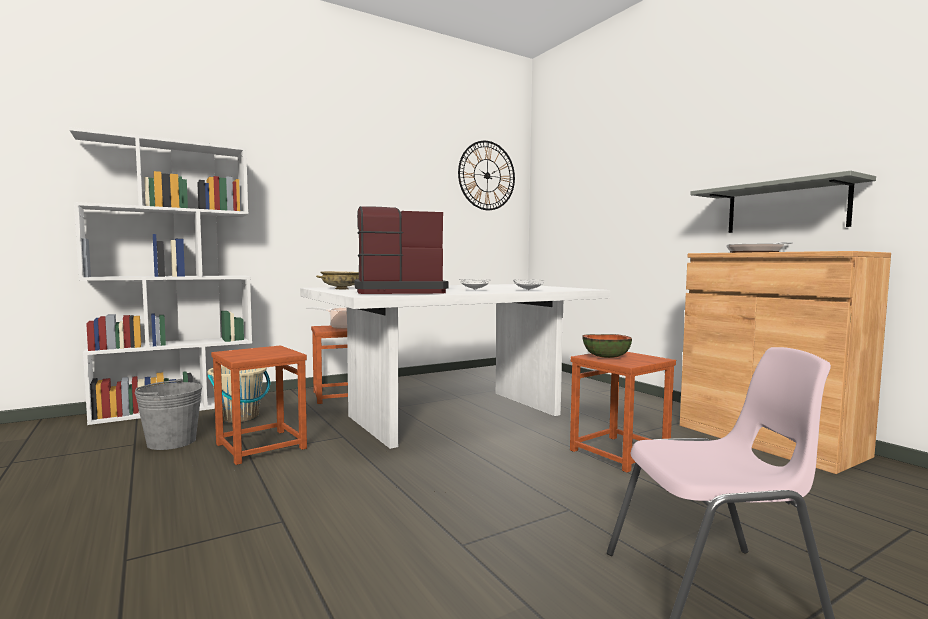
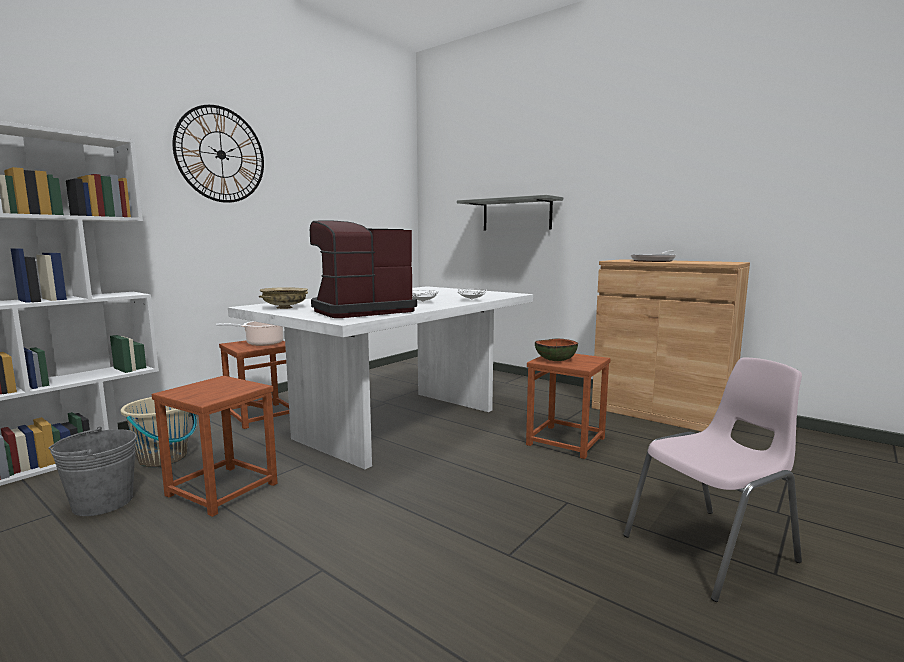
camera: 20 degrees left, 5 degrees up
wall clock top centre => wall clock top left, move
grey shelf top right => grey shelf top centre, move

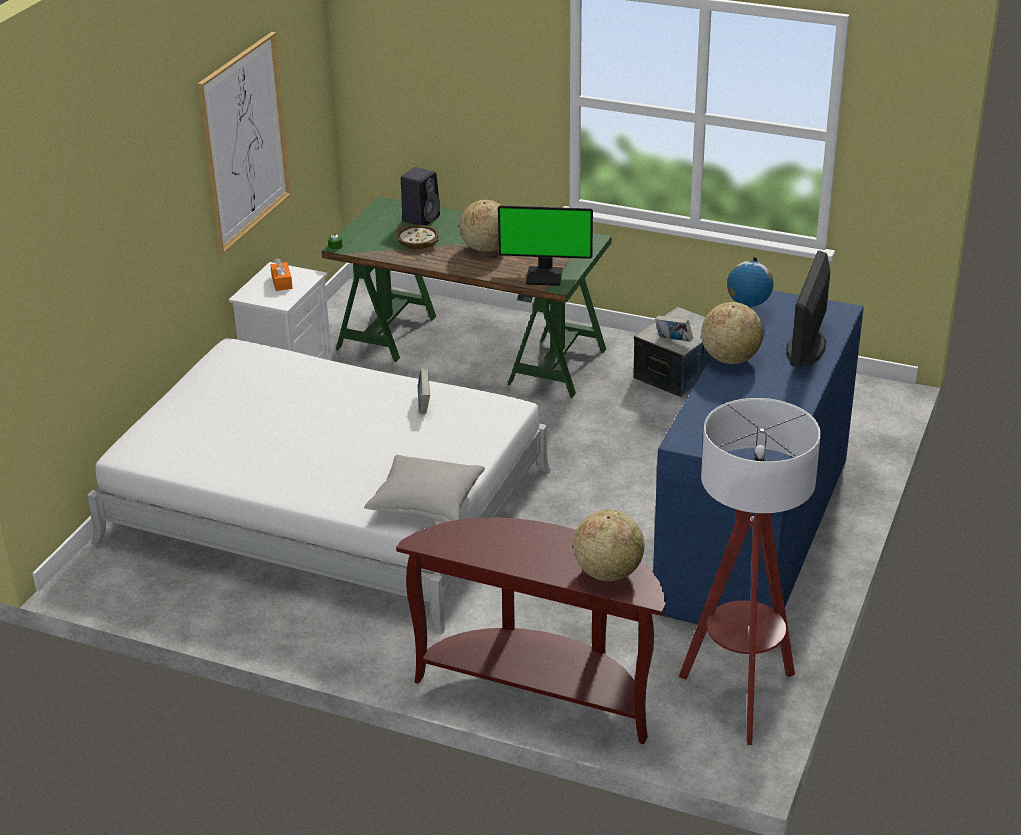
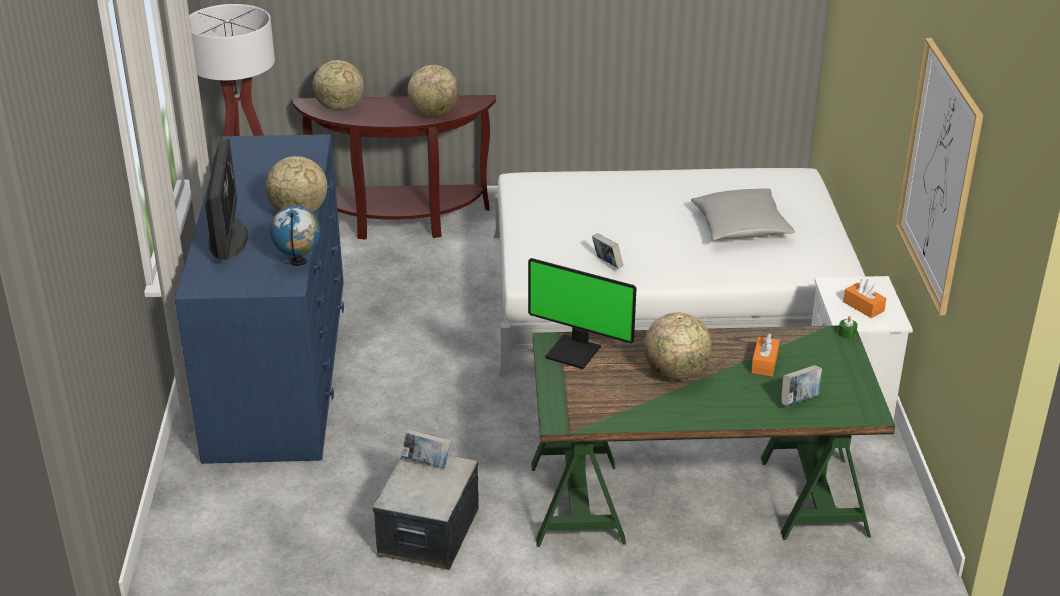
camera: 155 degrees right, 0 degrees up
nothing => globe (4th from left) top centre
grey pillow centre => grey pillow middle right, move
bowl top centre => orange tissue box (1st from left) middle right
black speaker top centre => book (3rd from left) middle right
monitor (1st from left in the first image) top centre => monitor (2nd from left) centre, 135 degrees counterclockwise

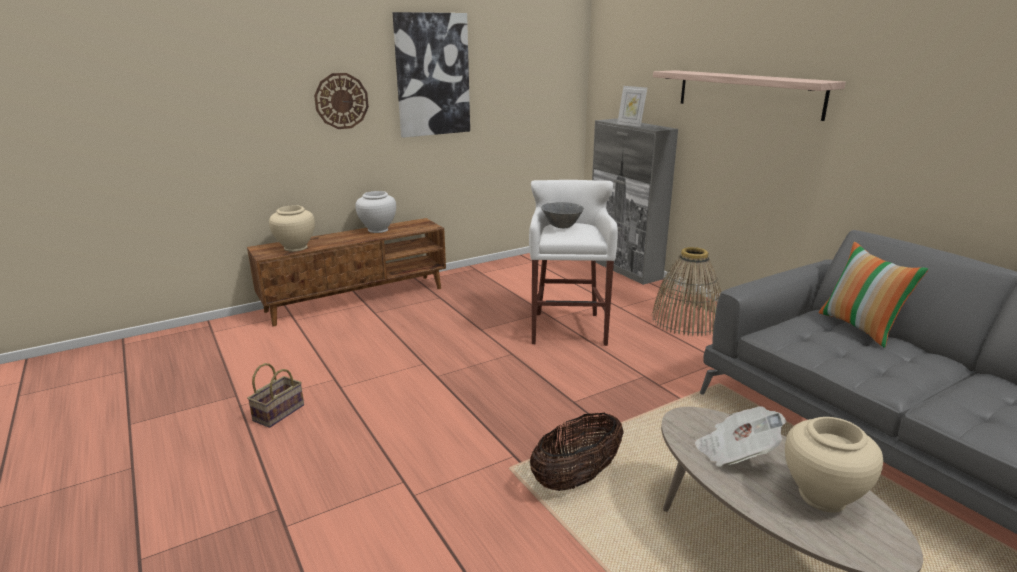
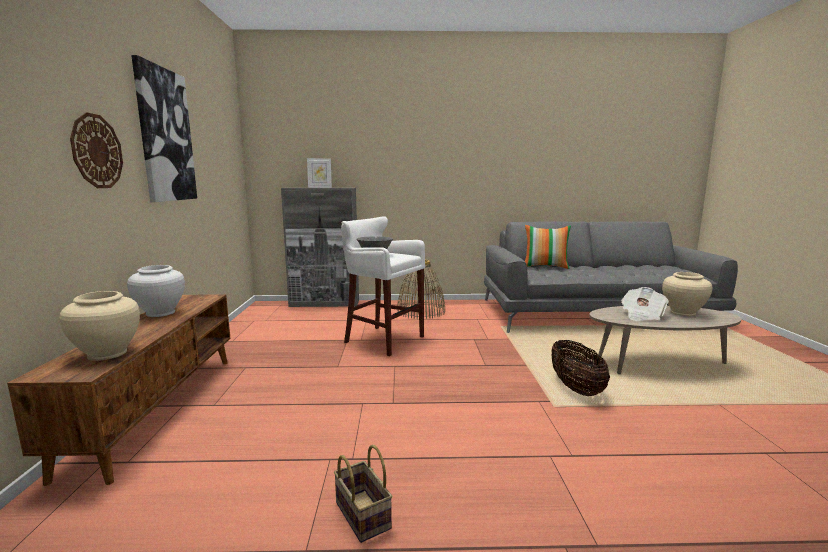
camera: 60 degrees left, 10 degrees down
shelf top right => nothing

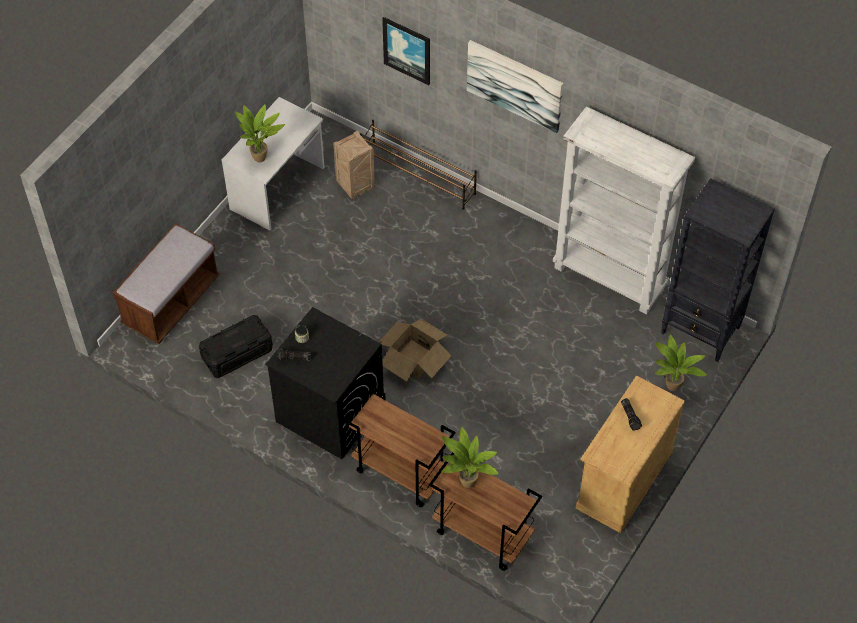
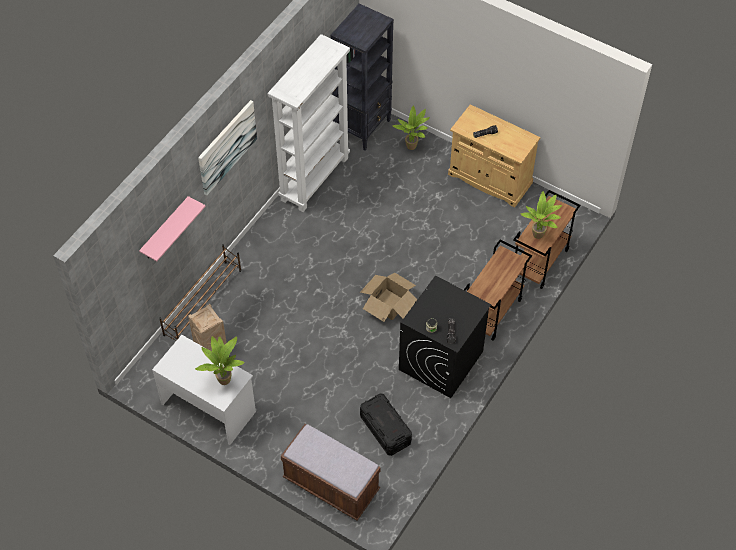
camera: 90 degrees left, 0 degrees up
picture (1st from left) top centre => pink shelf middle left

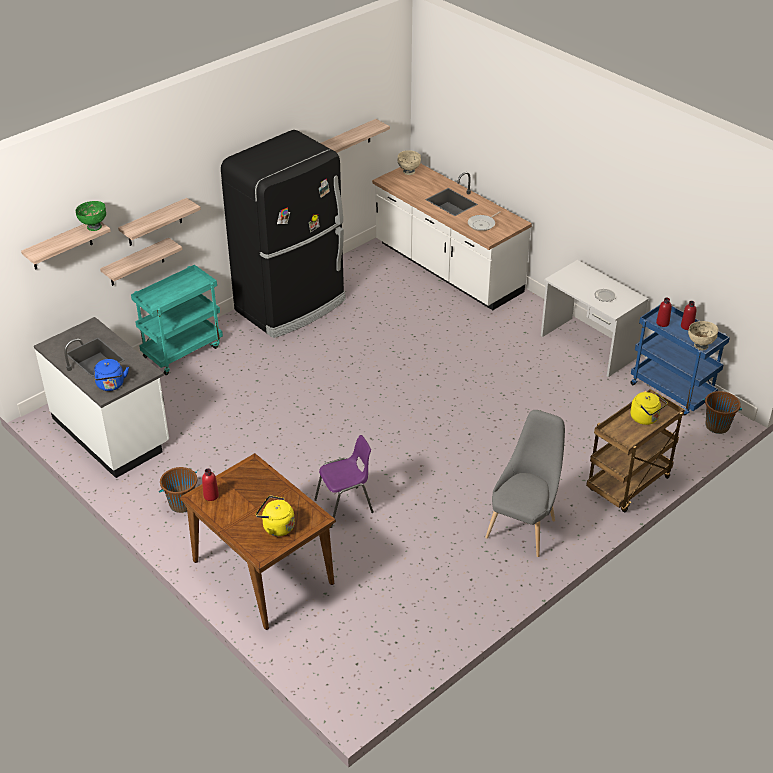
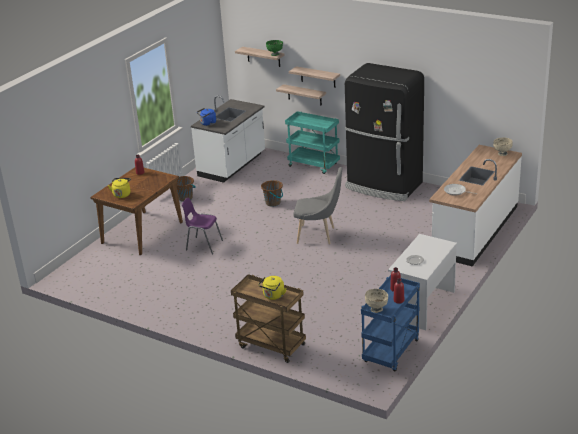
camera: 75 degrees right, 10 degrees down
shelf (4th from left) top centre => nothing
grey chair middle right => grey chair centre, move
brown bucket (2nd from left) middle right => brown bucket (2nd from left) centre, move
purple chair centre, 150 degrees clockwise

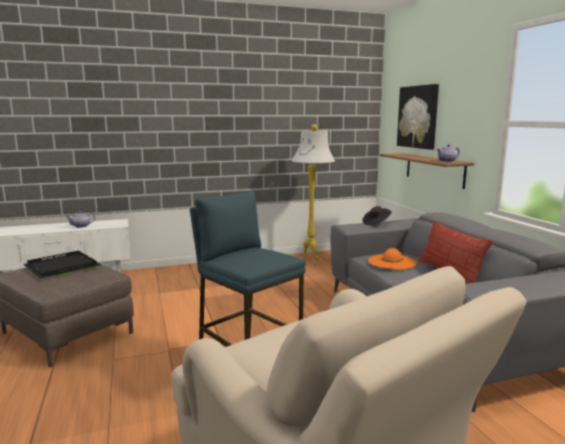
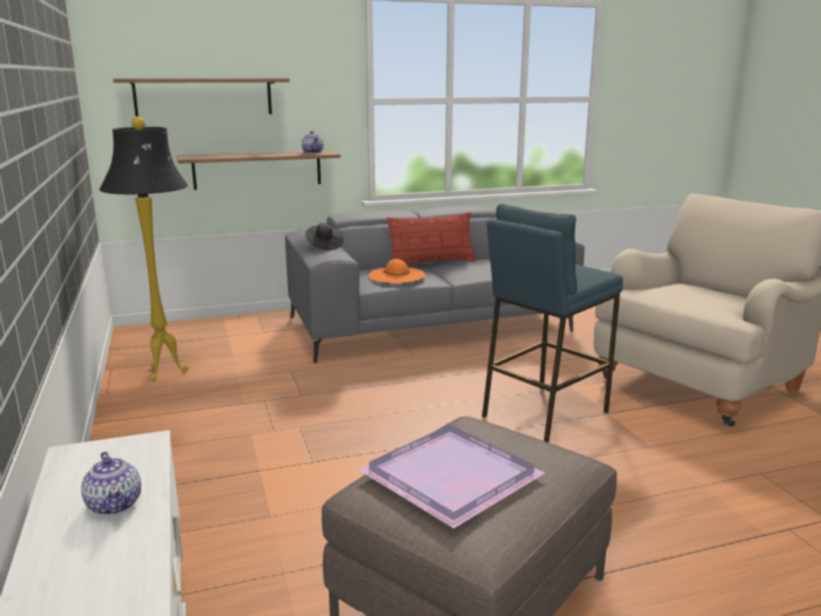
camera: 90 degrees left, 5 degrees up
picture top right => shelf (1st from left) top left
black tray middle left => purple tray bottom centre
white floor lamp centre => black floor lamp middle left

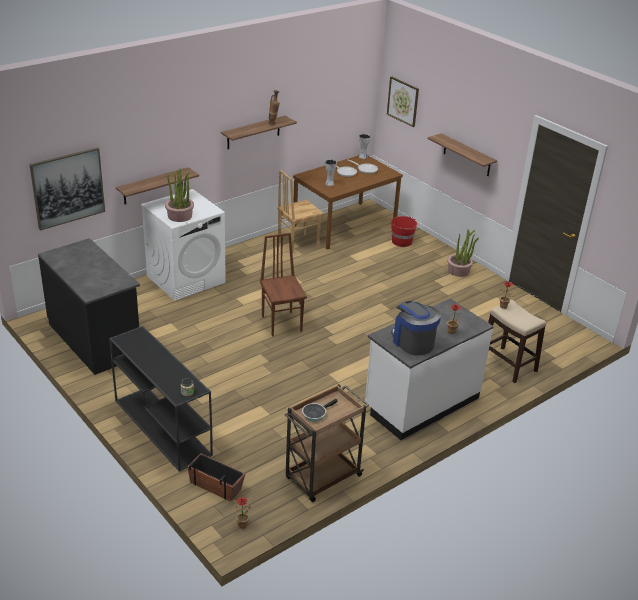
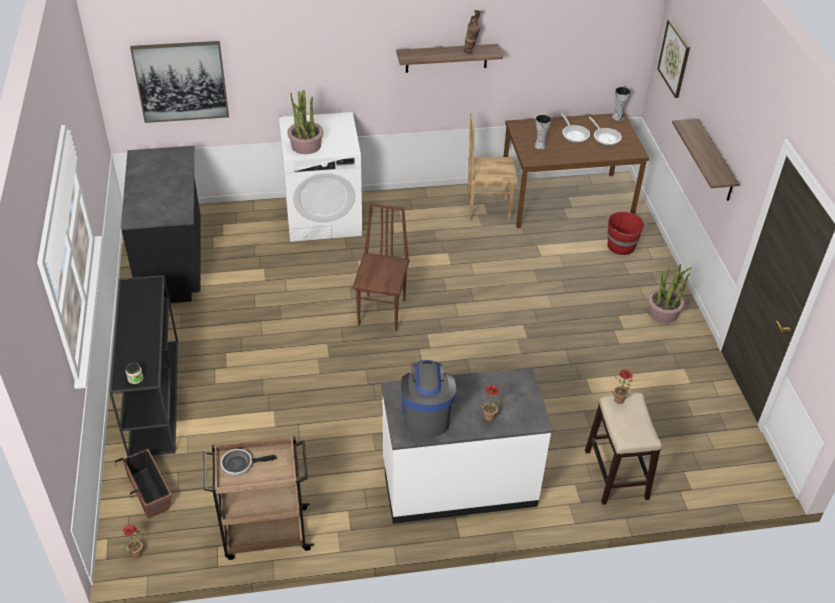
camera: 30 degrees right, 10 degrees up
shelf (1st from left) top left => nothing

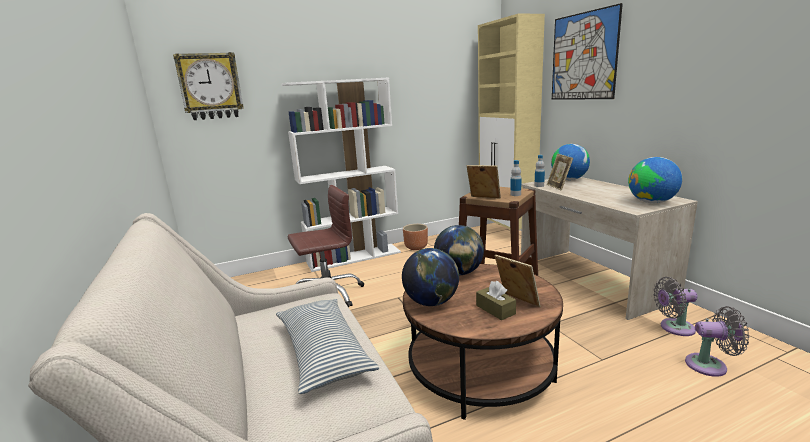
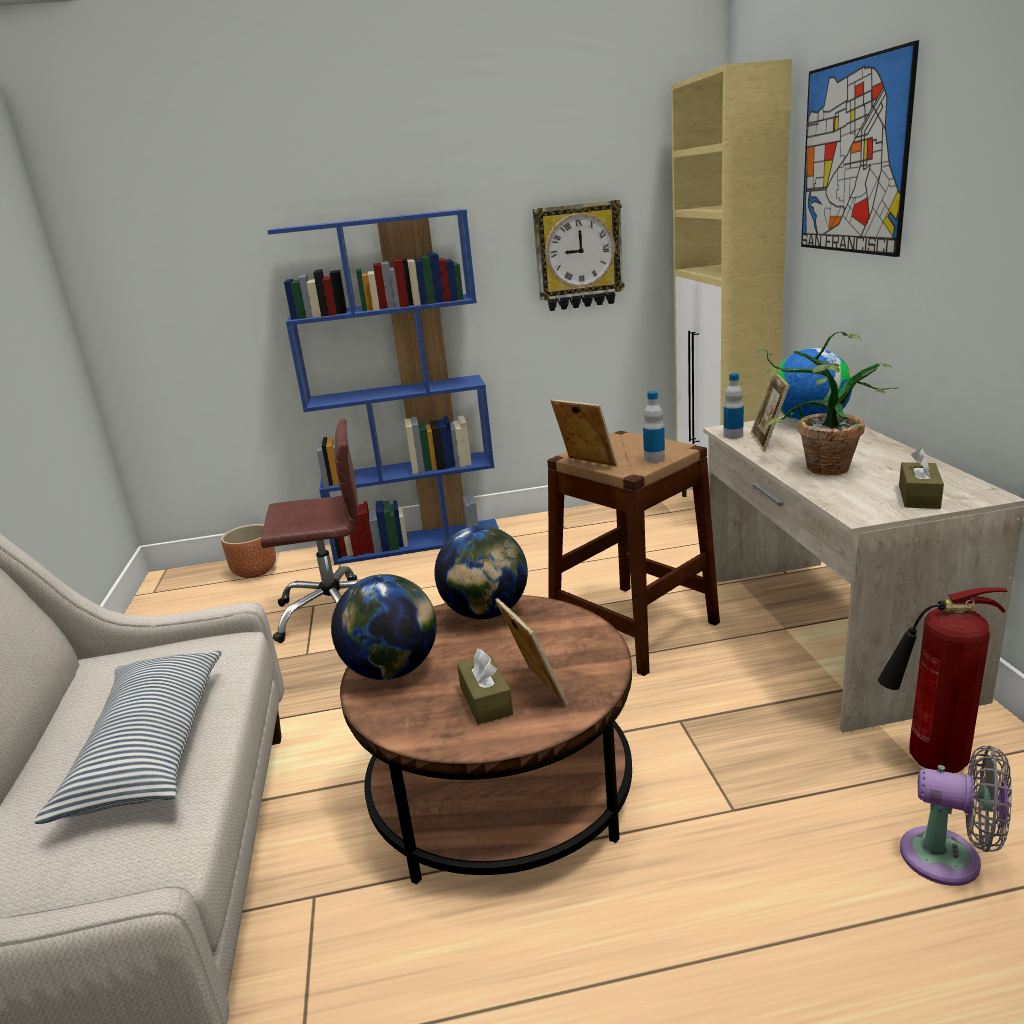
camera: 15 degrees right, 5 degrees up
nothing => potted plant middle right
wall clock top left => wall clock top centre, move
brown planter centre => brown planter middle left, move
globe (4th from left) middle right => brown tissue box (2nd from left) middle right
grey fan (1st from left) bottom right => fire extinguisher middle right
white bookcase centre => blue bookcase centre

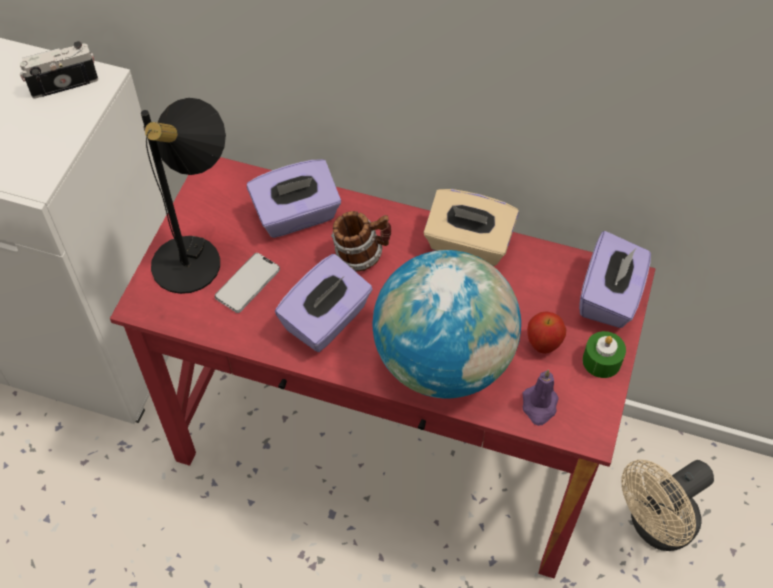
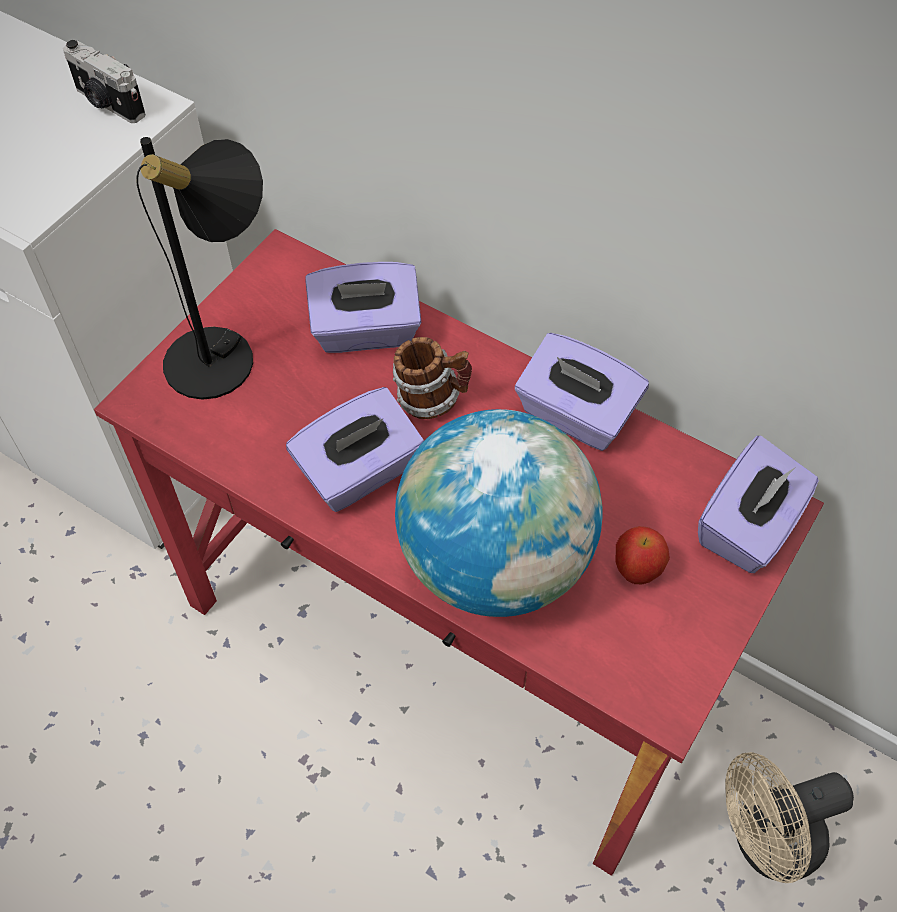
camera: 15 degrees right, 0 degrees up
phone middle left => nothing
purple candle bottom right => nothing
green candle middle right => nothing
beige tissue box centre => purple tissue box (3rd from left) centre
photo camera top left, 135 degrees counterclockwise

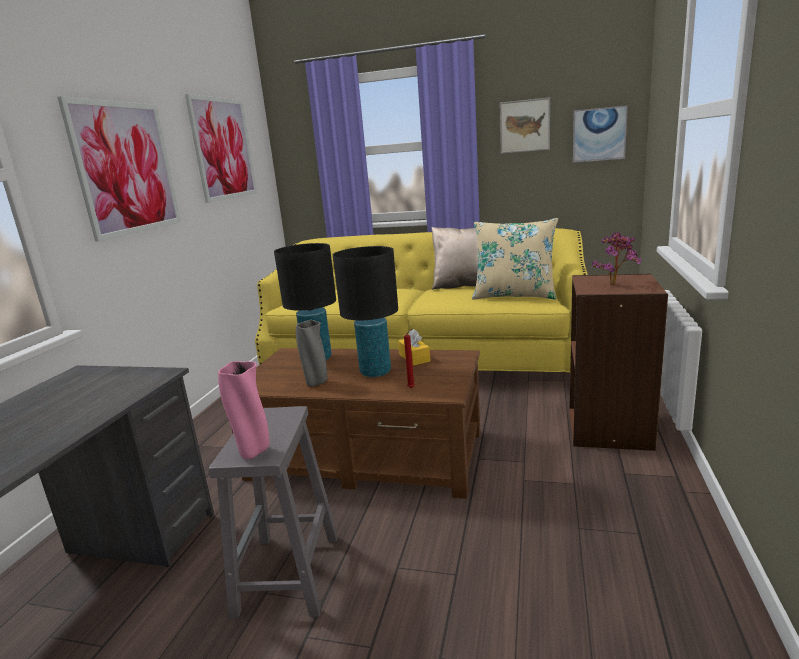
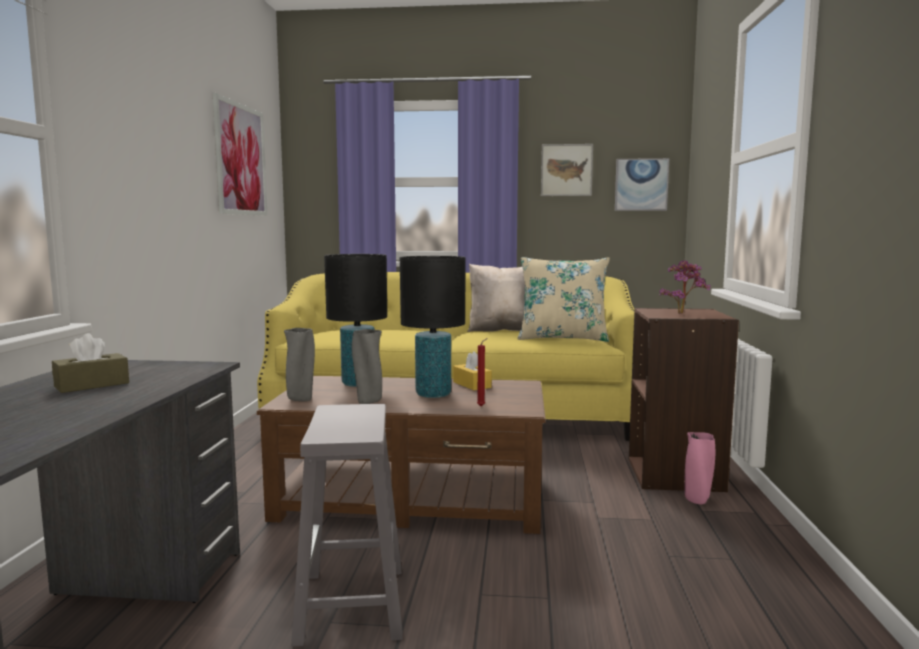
camera: 10 degrees left, 10 degrees down
picture (1st from left) top left => nothing
nothing => brown tissue box middle left
nothing => grey vase (1st from left) middle left
pink vase middle left => pink vase bottom right, move

